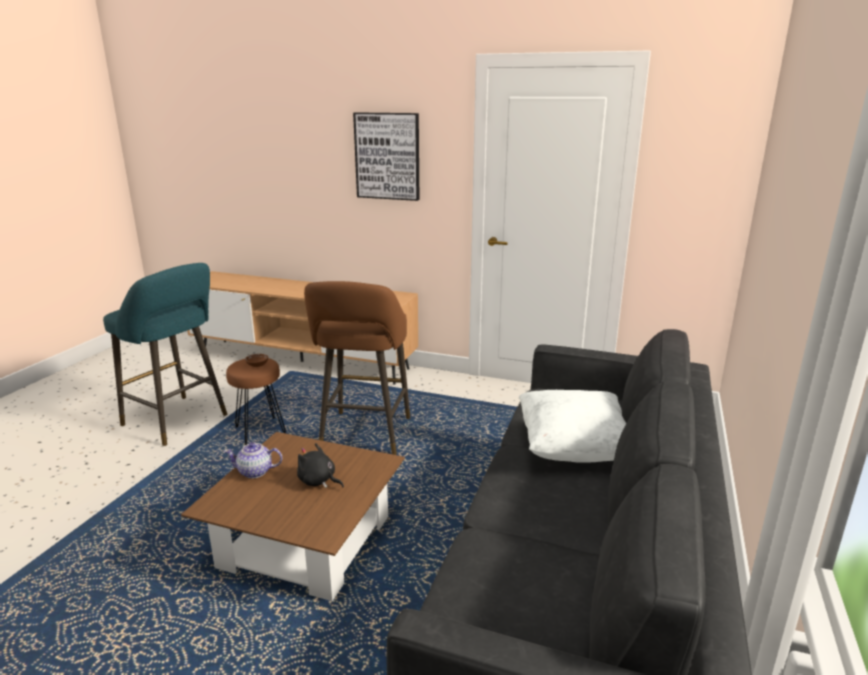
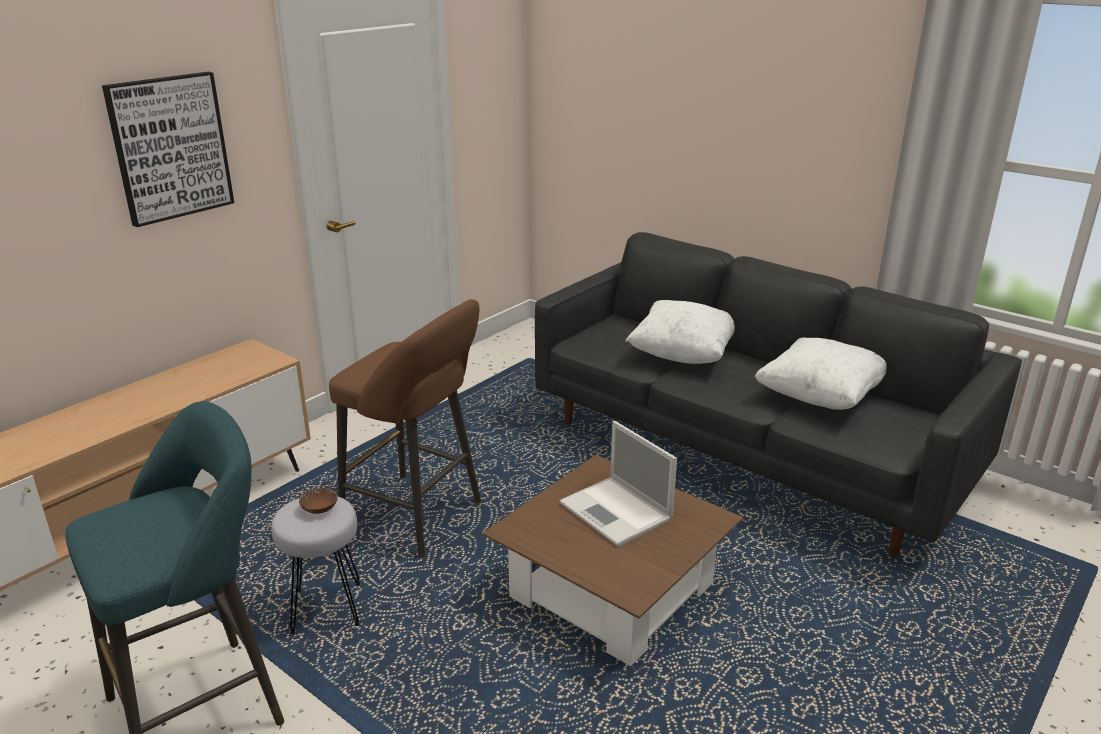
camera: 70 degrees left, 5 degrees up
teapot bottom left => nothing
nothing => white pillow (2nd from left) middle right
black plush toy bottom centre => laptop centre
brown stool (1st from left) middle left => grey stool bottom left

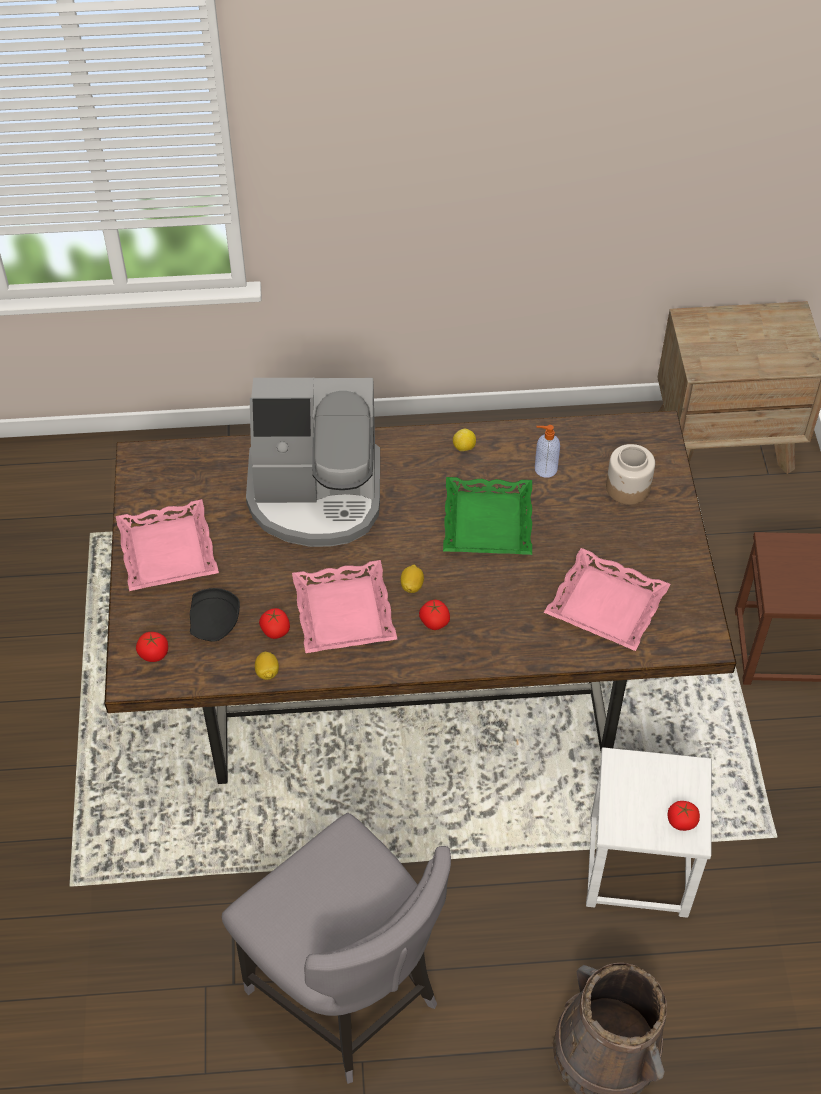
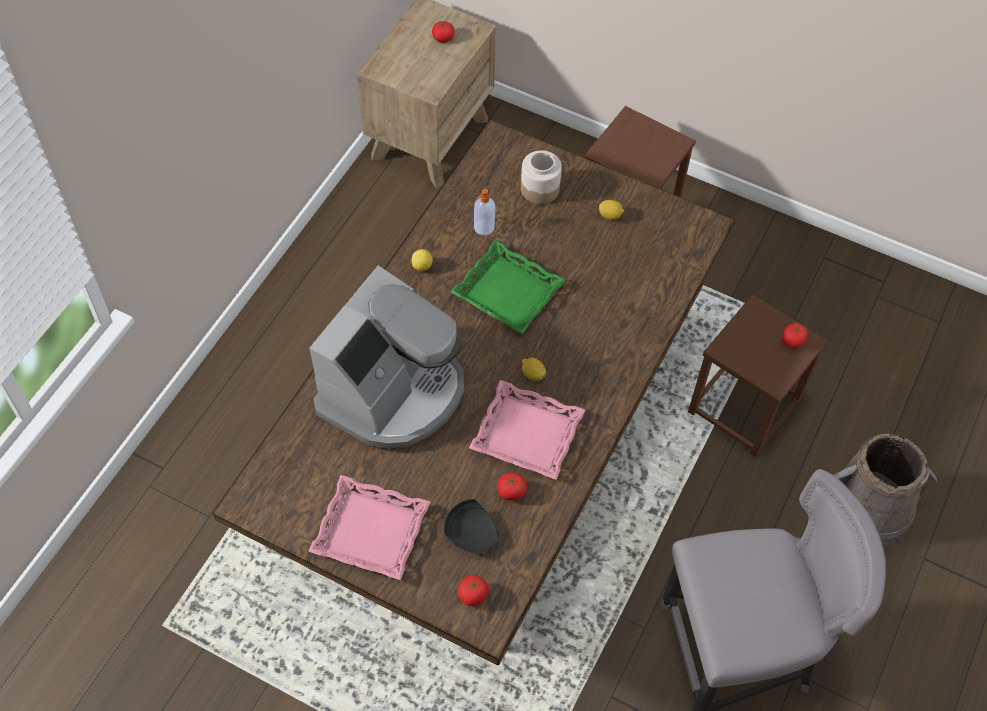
camera: 60 degrees left, 5 degrees up
pink tray (3rd from left) middle right => nothing
lemon (1st from left in the first image) middle left => lemon (3rd from left) top centre, move
tomato (3rd from left in the first image) centre => tomato (1st from left) top centre, move
white stool bottom right => brown stool (2nd from left) middle right

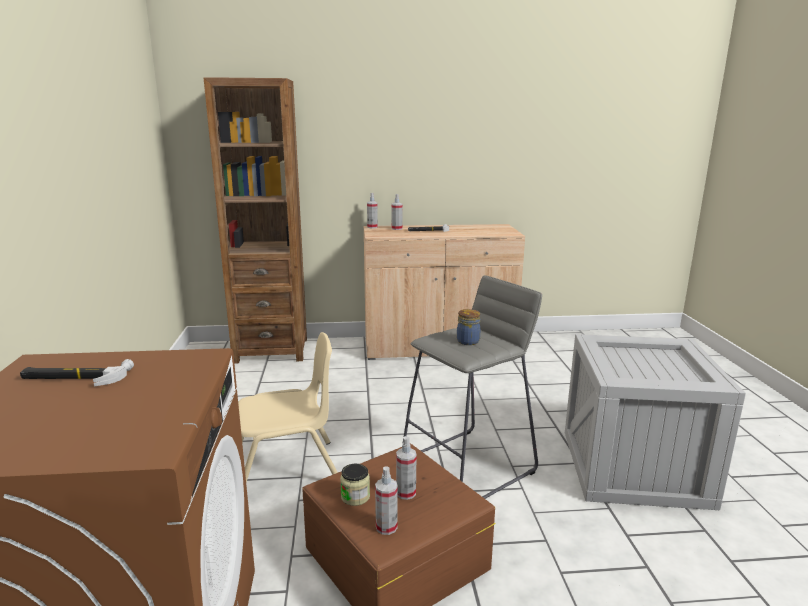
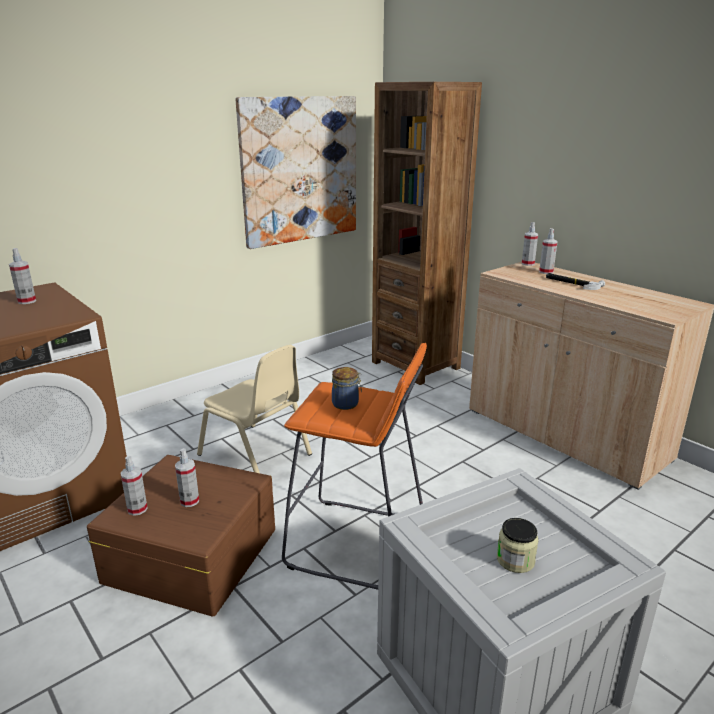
camera: 55 degrees right, 5 degrees up
nothing => picture top centre
jar (1st from left in the first image) bottom centre => jar (2nd from left) bottom right, move
hammer (1st from left) middle left => spray bottle (1st from left) middle left
grey stool centre => orange stool centre

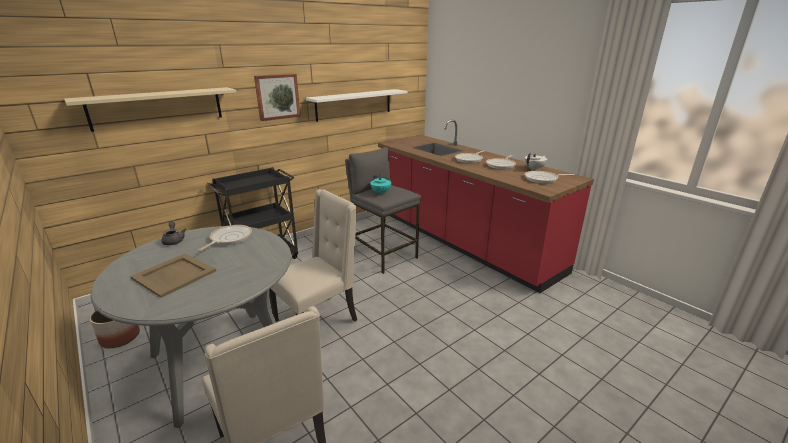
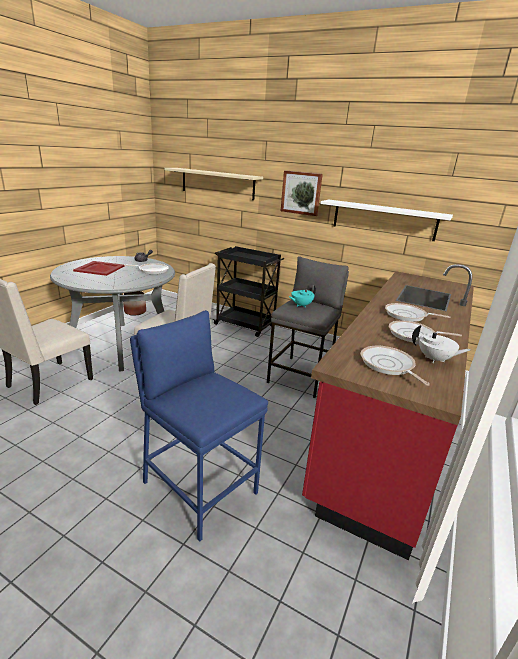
camera: 65 degrees right, 0 degrees up
nothing => blue stool centre
beige tray middle left => red tray middle left

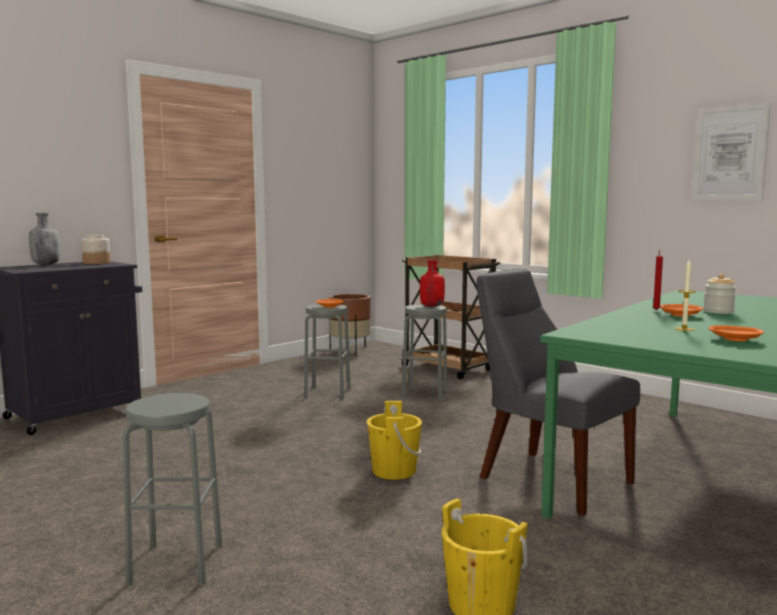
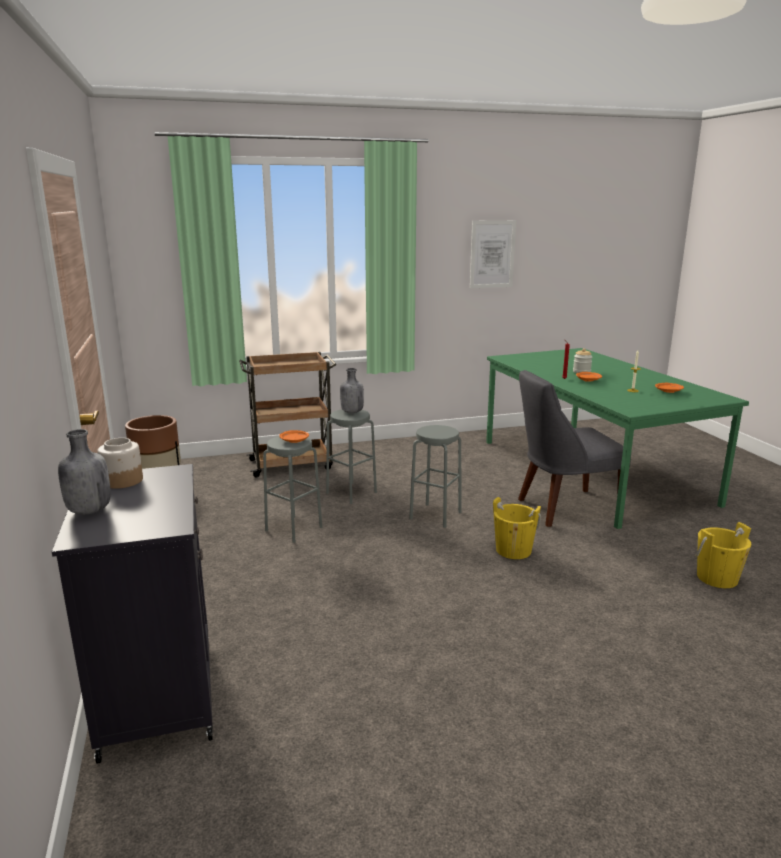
camera: 60 degrees left, 10 degrees up
grey stool (1st from left in the first image) bottom left => grey stool (3rd from left) centre, move
red bottle centre => grey bottle (2nd from left) centre

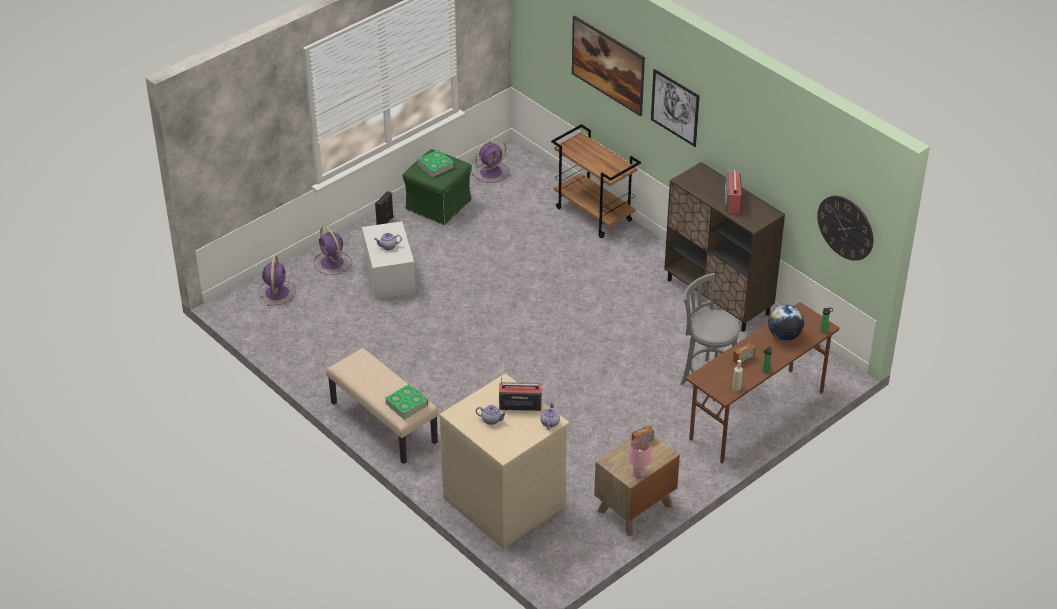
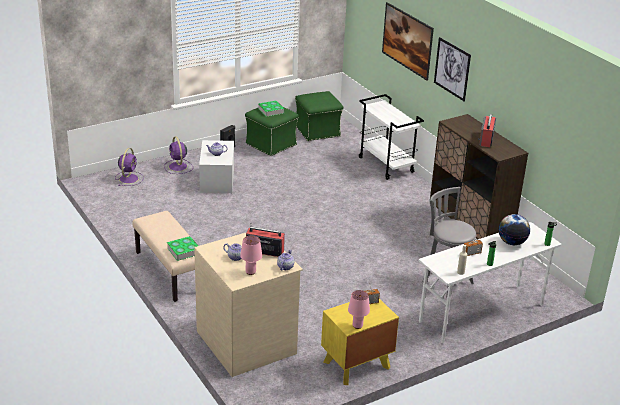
camera: 10 degrees right, 10 degrees down
wall clock middle right => nothing
nothing => pink table lamp (1st from left) centre
purple fan (3rd from left) top centre => green ottoman (2nd from left) top centre
brown cart top centre => white cart centre
brown nightstand bottom centre => yellow nightstand bottom centre
brown desk middle right => white desk bottom right

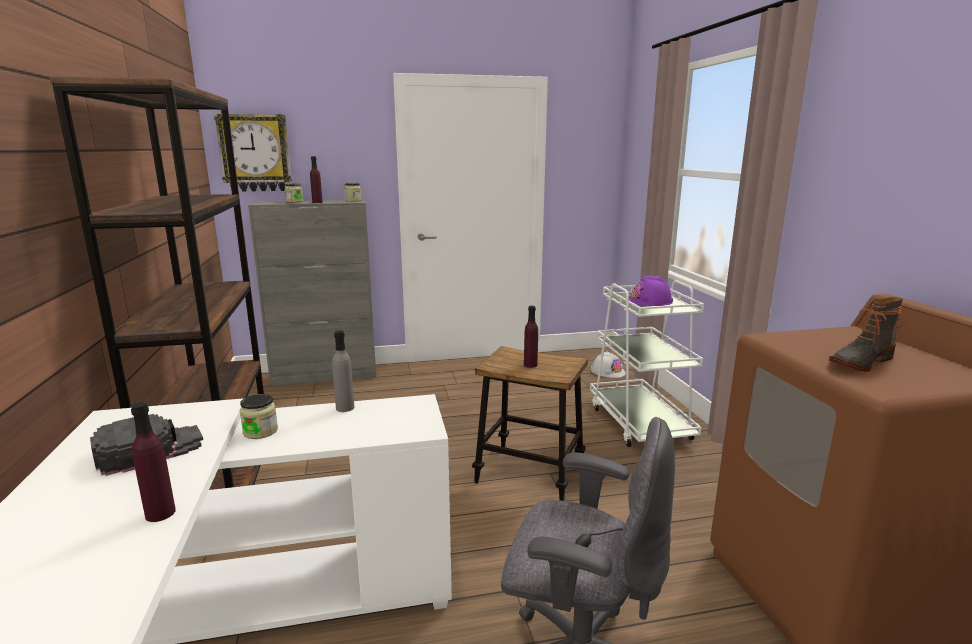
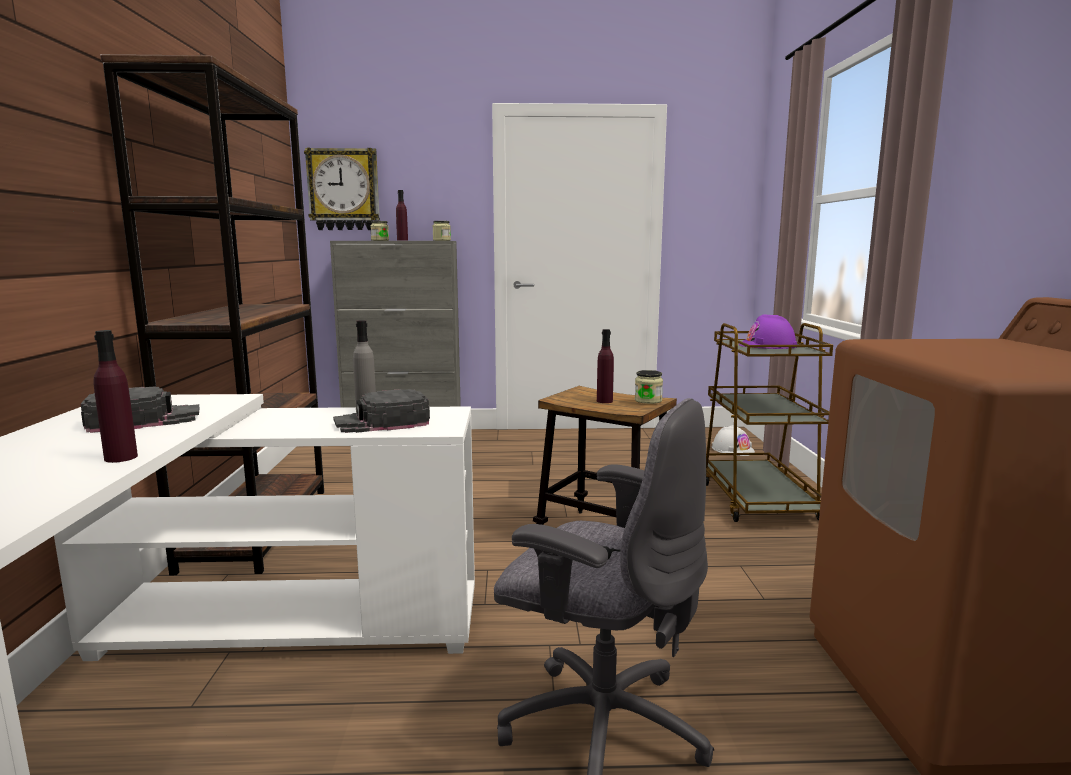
camera: 10 degrees right, 5 degrees down
boot middle right => nothing
nothing => black cap (2nd from left) centre
jar (1st from left in the first image) middle left => jar (3rd from left) centre, move
white cart centre => brown cart middle right

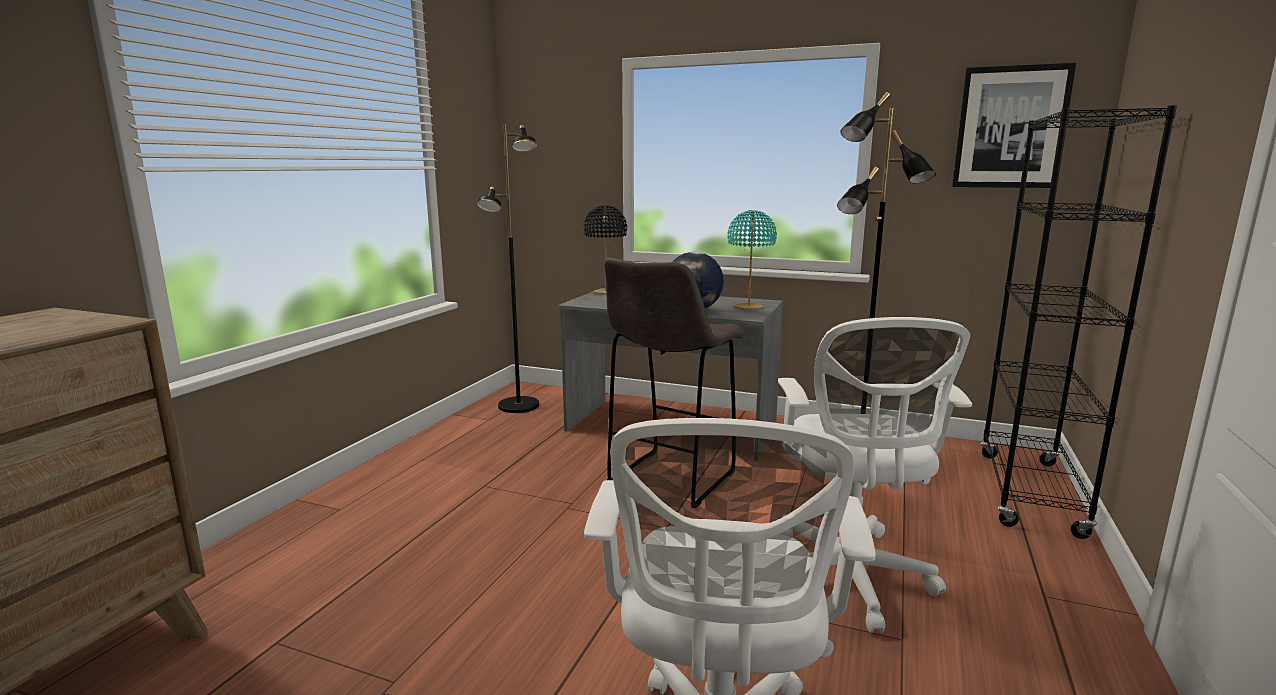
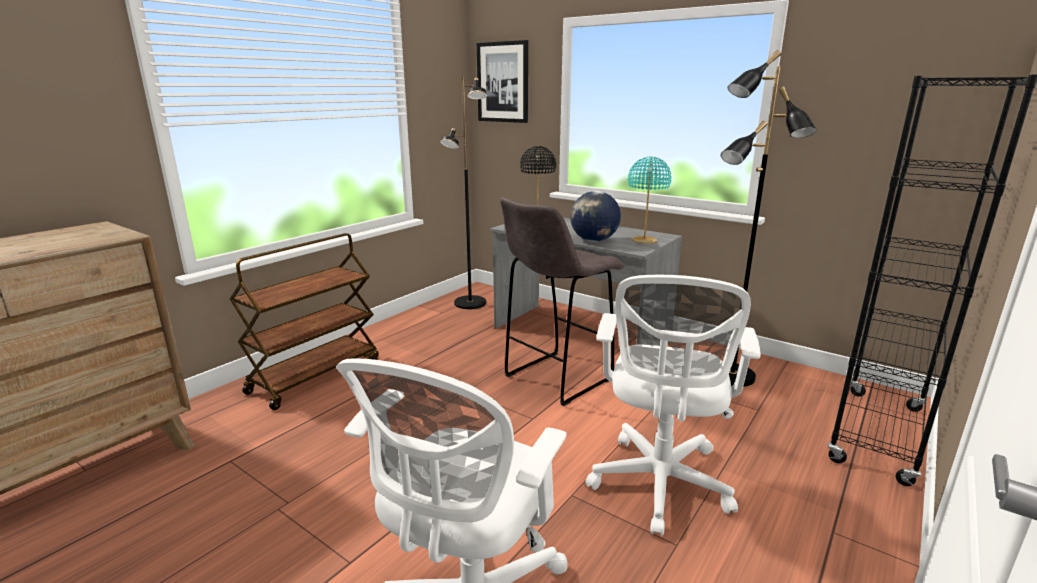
camera: 15 degrees right, 5 degrees up
nothing => brown cart middle left
picture top right => picture top centre, move

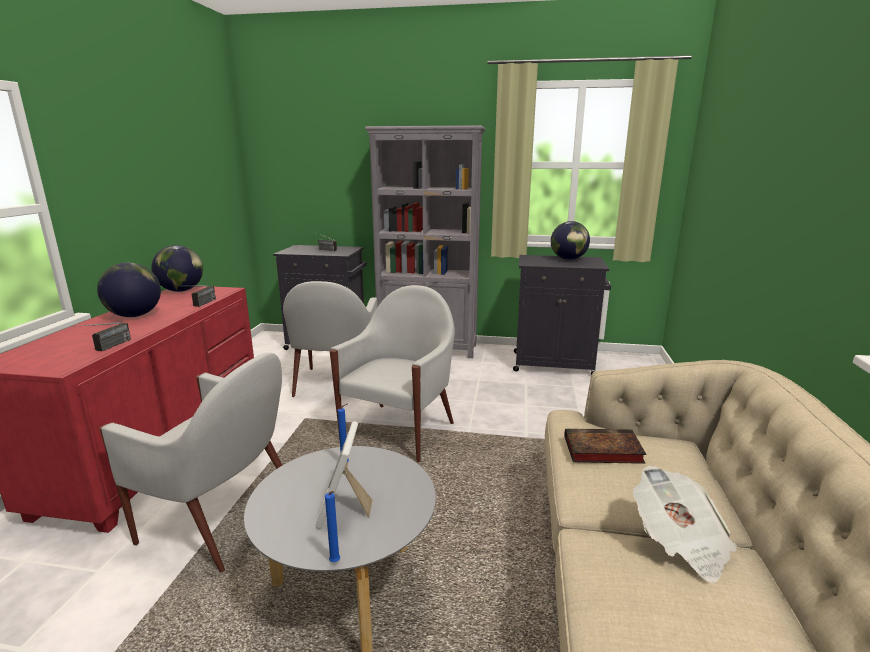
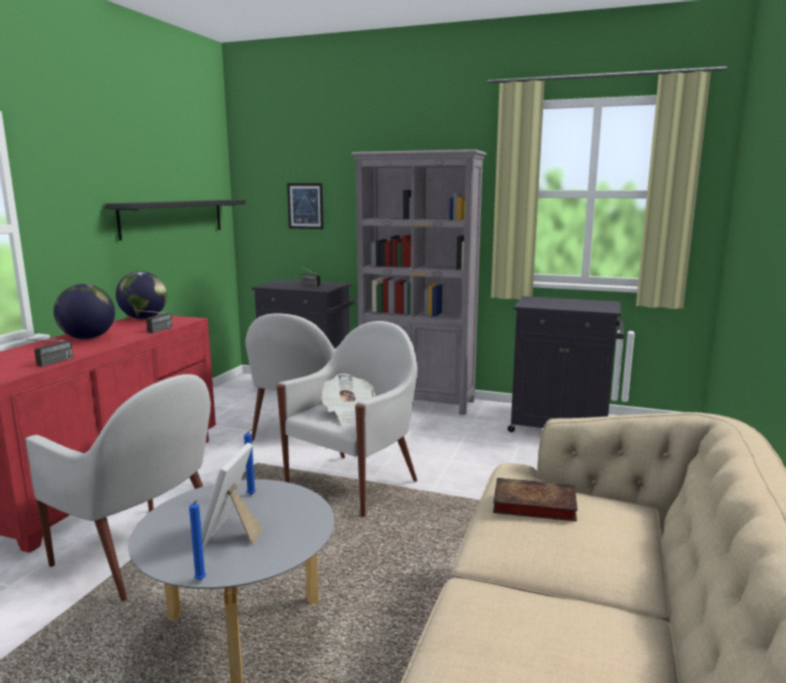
camera: 10 degrees right, 5 degrees down
globe (3rd from left) centre => nothing
nothing => black shelf top left
nothing => picture top centre
newspaper bottom right => newspaper centre, move

